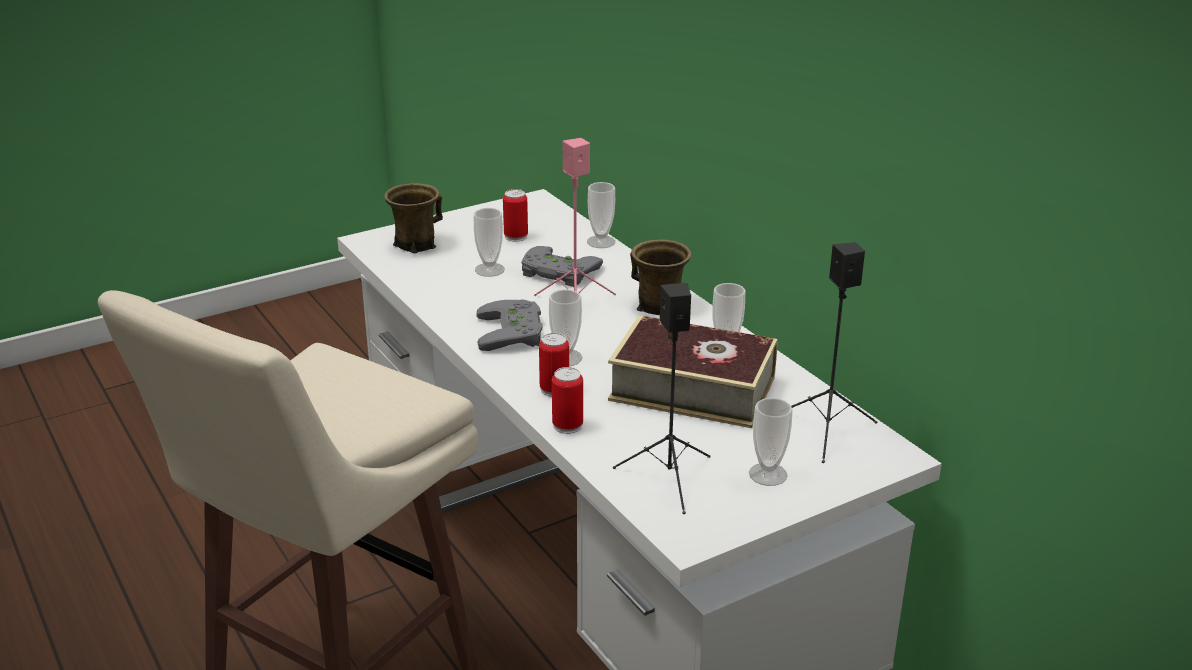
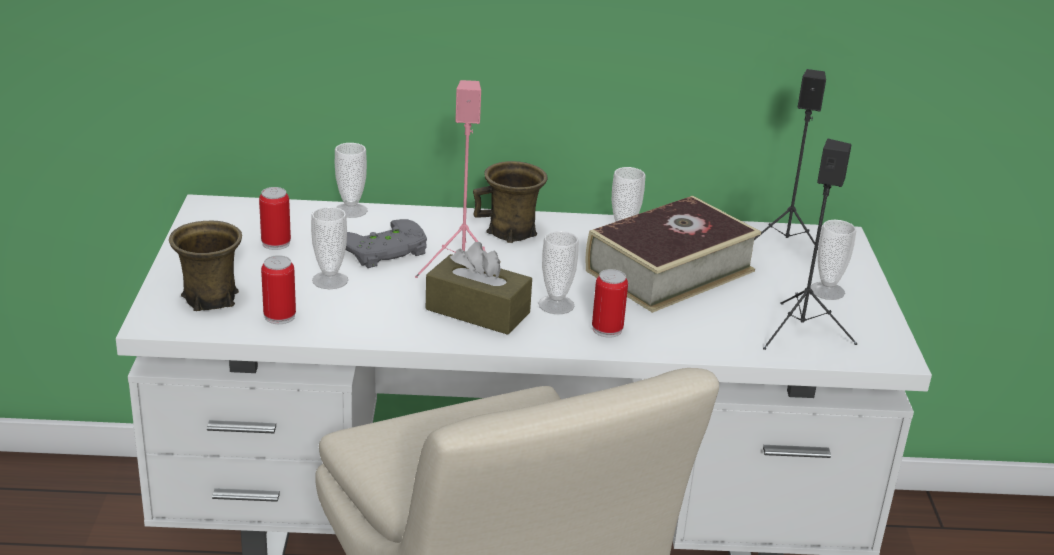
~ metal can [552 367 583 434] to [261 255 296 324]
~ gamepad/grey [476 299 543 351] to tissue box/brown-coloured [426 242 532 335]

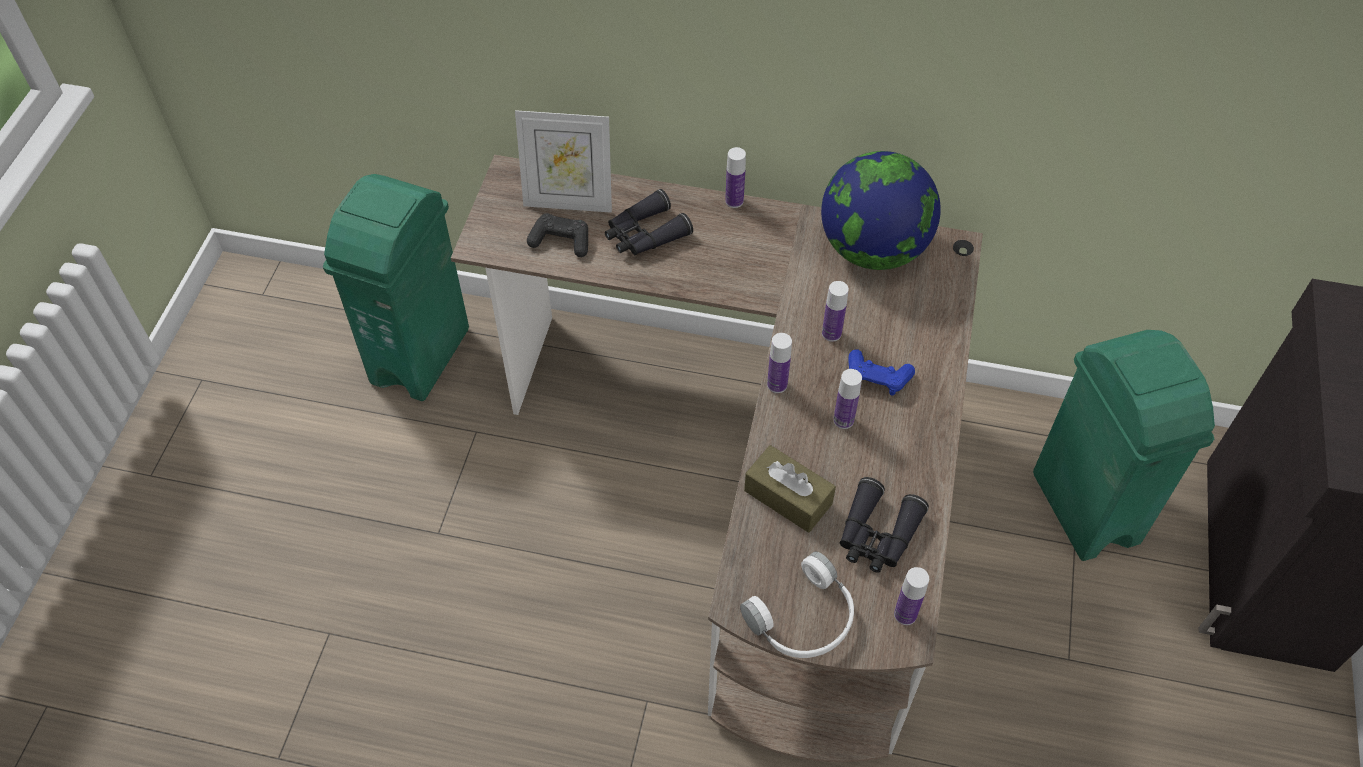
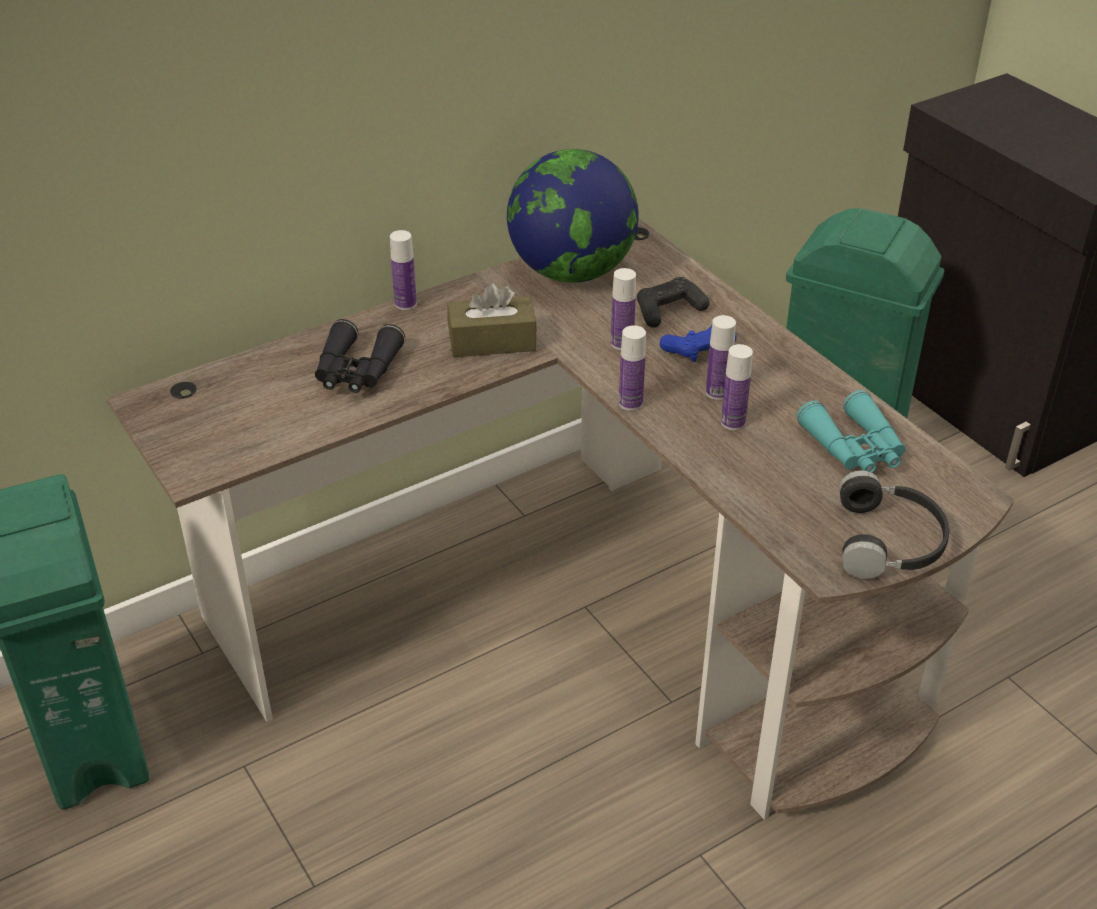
~ tissue box/brown-coloured [744 445 836 533] to [447 283 537 357]
~ gamepad/black [527 213 588 257] to [637 277 710 328]
~ bottle [894 567 929 625] to [721 344 753 430]
~ pair of binoculars/black [839 477 929 573] to pair of binoculars/turquoise-coloured [797 390 906 473]
~ pair of headphones/white [740 551 854 658] to pair of headphones/black [839 470 949 579]
- standing frame [515 110 612 213]

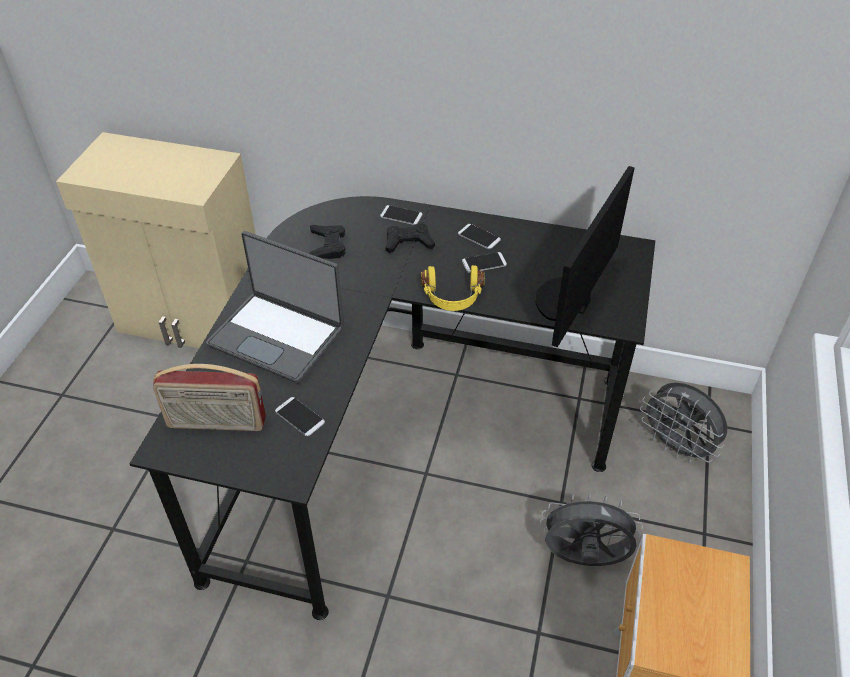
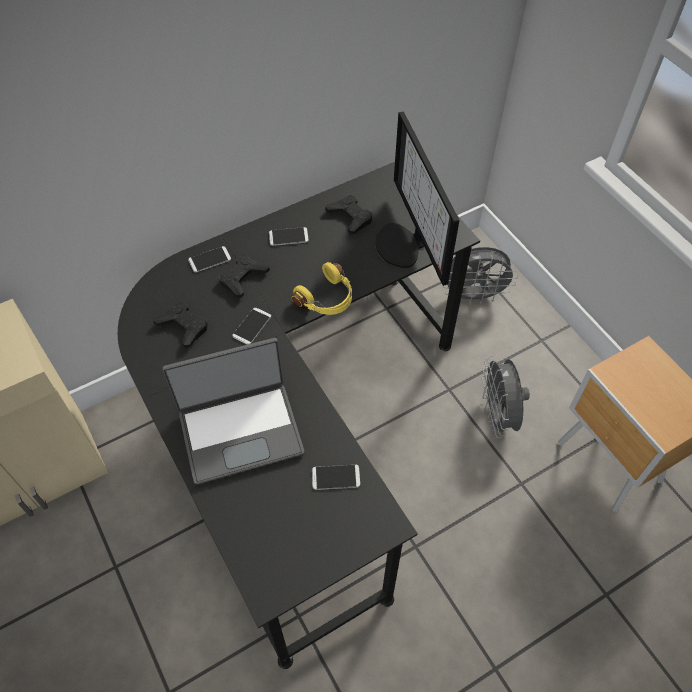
~ handset [462 252 507 273] to [232 308 271 345]
+ gamepad/black [325 195 373 234]
~ fan/grey [540 493 643 566] = [481 356 530 438] 60 degrees counterclockwise
- radio [153 364 266 431]

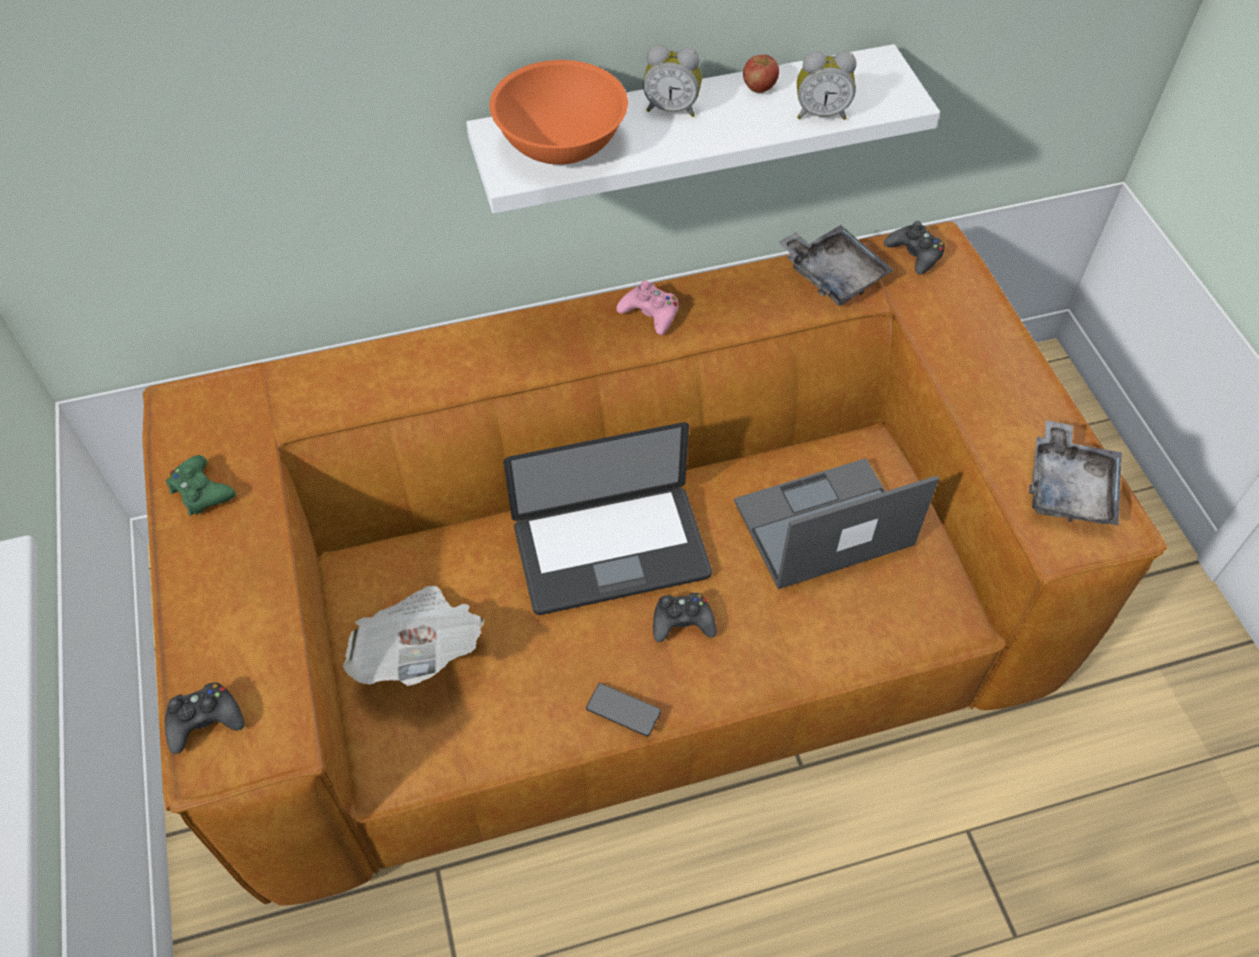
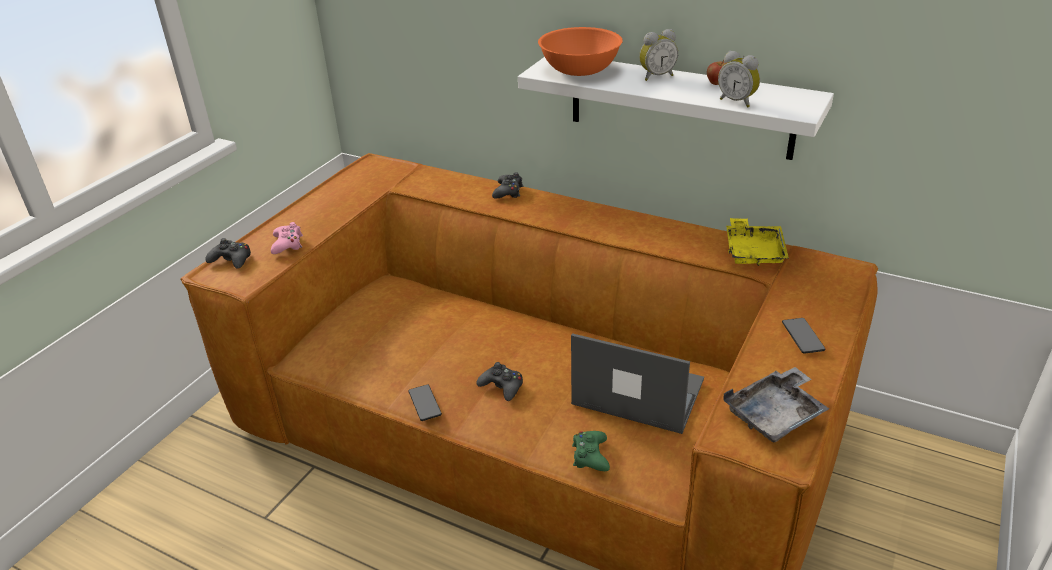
~ gamepad/pinkish [617 280 679 335] to [271 222 303 254]
~ gamepad/black [884 221 945 275] to [492 172 523 198]
~ gamepad/greenish [166 455 236 516] to [572 431 610 471]
~ alarm clock [643 45 702 117] = [639 29 678 81] 75 degrees counterclockwise
~ serving tray/grey [778 225 893 306] to serving tray/yellow-coloured [726 218 789 266]
+ handset [782 318 825 354]
- daily paper [343 586 485 686]
- laptop [504 422 712 615]

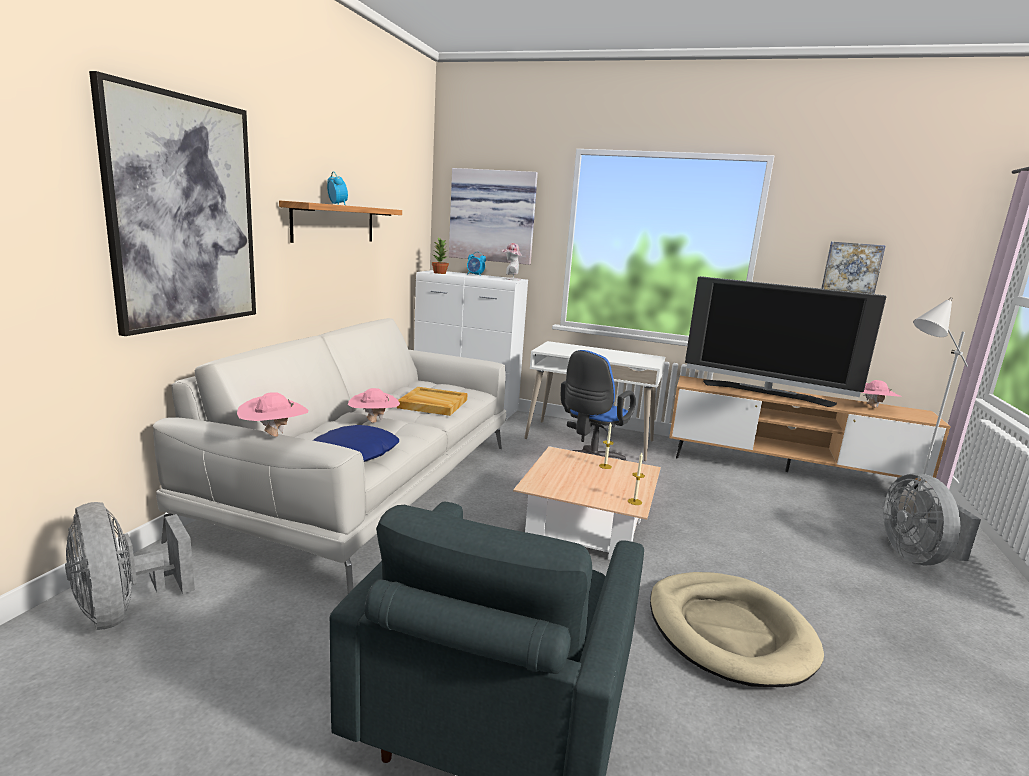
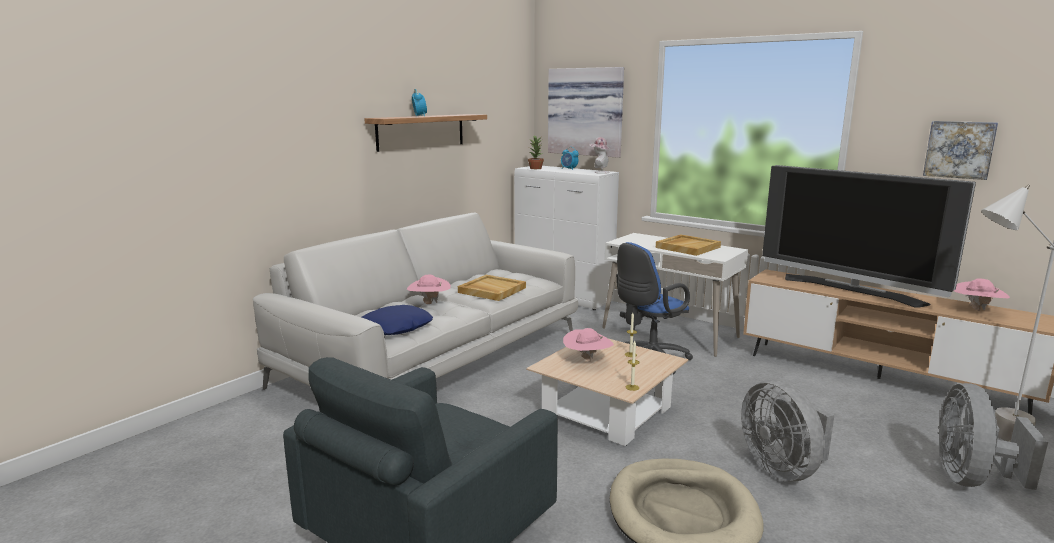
~ hat/pinkish [237 392 308 437] to [563 328 614 362]
+ serving tray/sand-coloured [656 234 721 256]
~ fan/grey [65 502 195 630] to [741 380 834 482]
- picture [89 71 256 336]

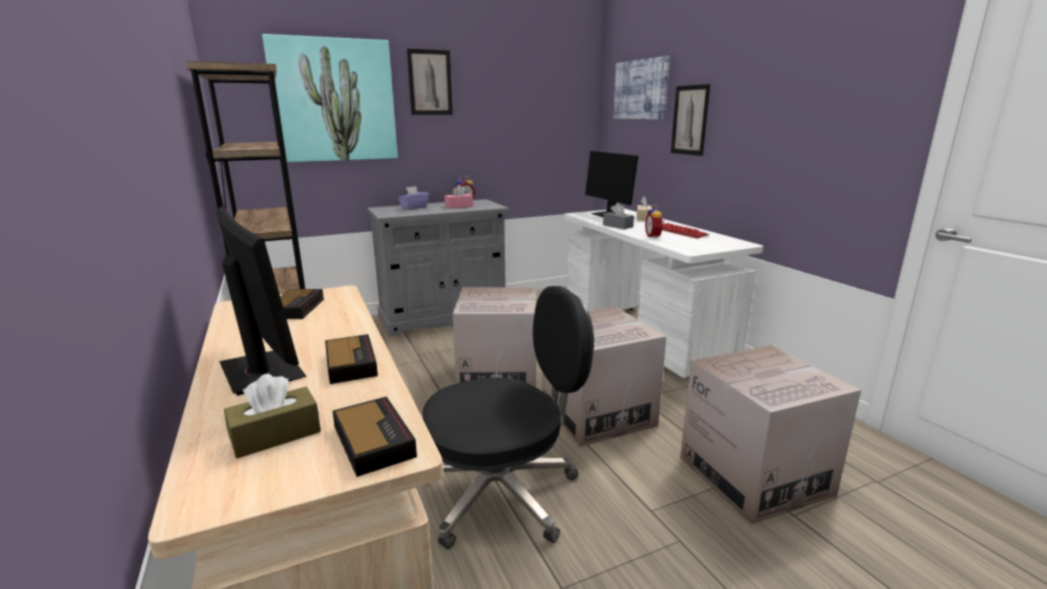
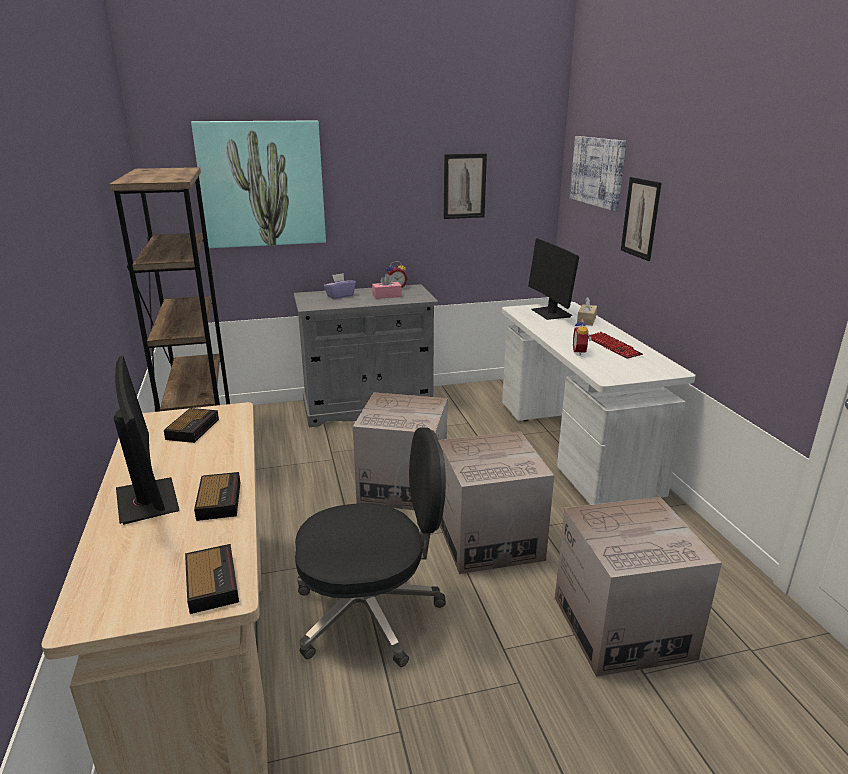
~ picture [407 48 453 115] to [444 153 487 219]
- tissue box/brown-coloured [224 374 321 458]
- tissue box/grey [603 203 634 229]

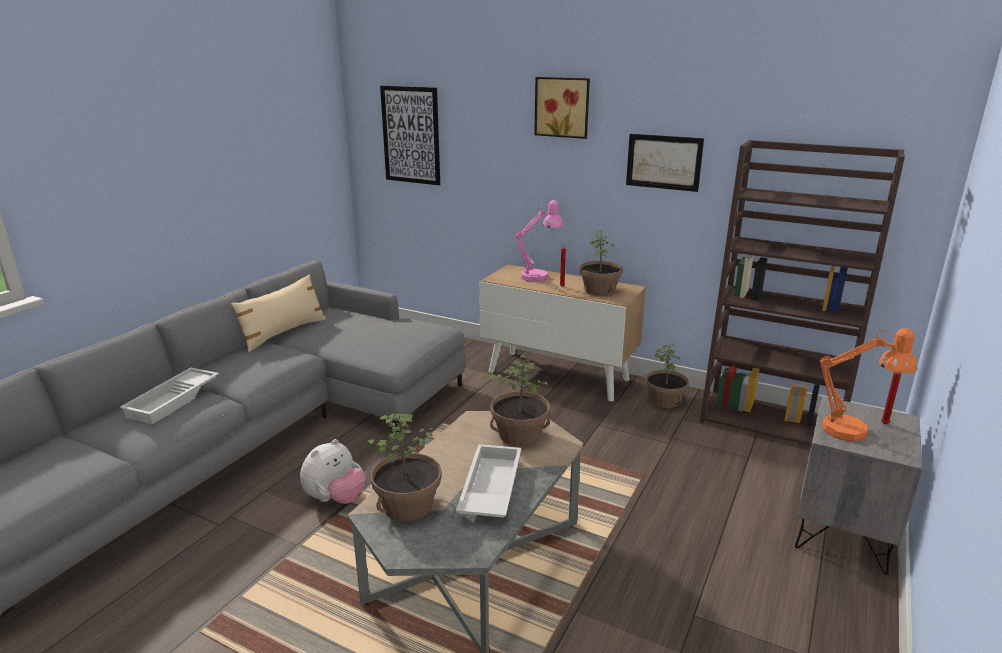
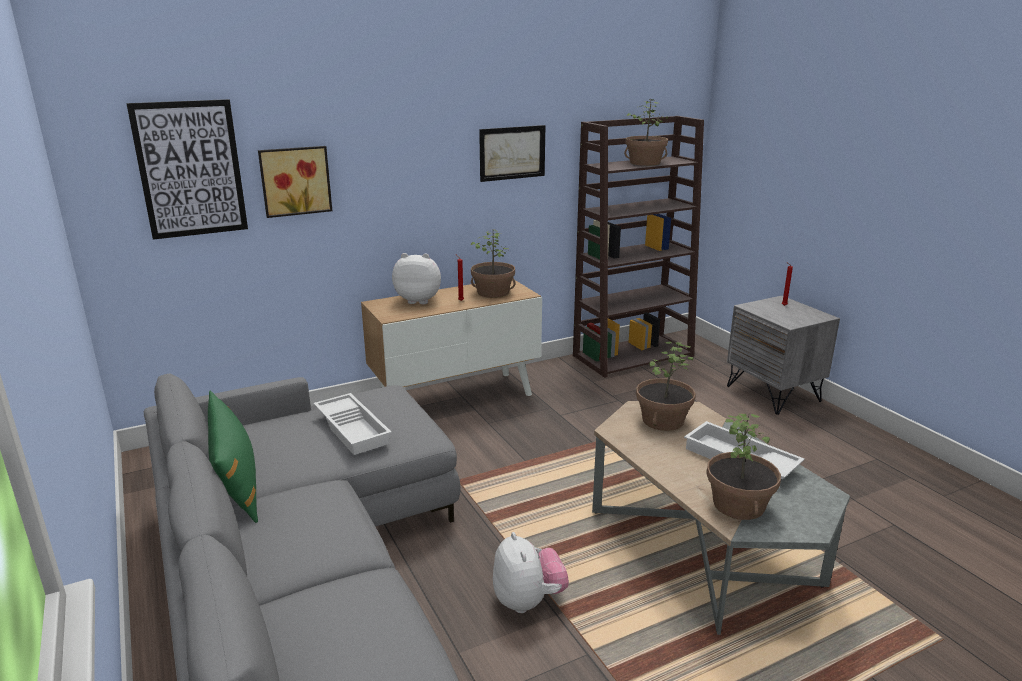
~ pillow/sand-coloured [231 274 326 352] to pillow/greenish [208 391 258 523]
~ picture [534 77 590 139] to [258 146 332 218]
~ serving tray/white [120 367 219 424] to [314 393 392 455]
~ table lamp/pinkish [515 200 564 282] to cuddly toy [392 253 441 304]
~ plant in a pot [645 344 689 408] to [624 99 668 166]
- table lamp/orangey [819 328 917 441]

